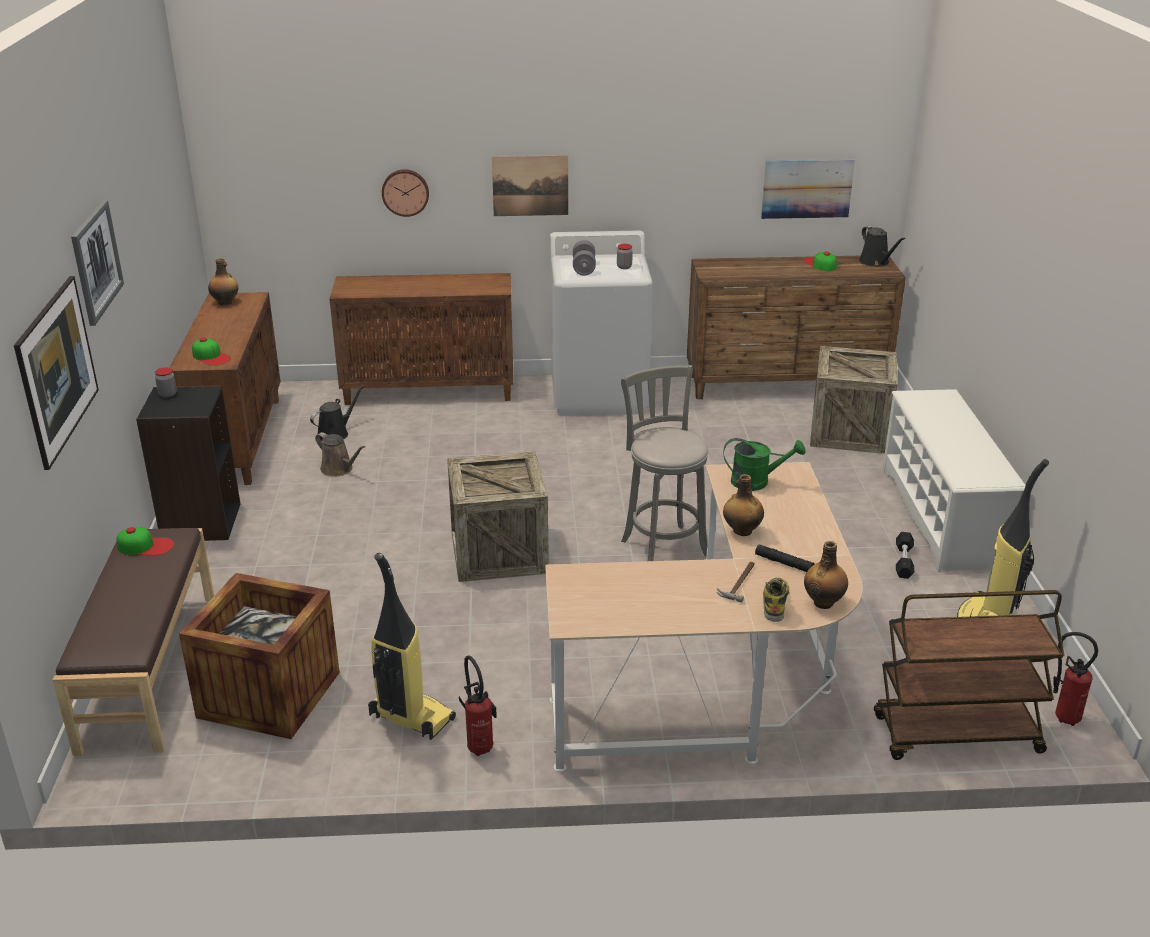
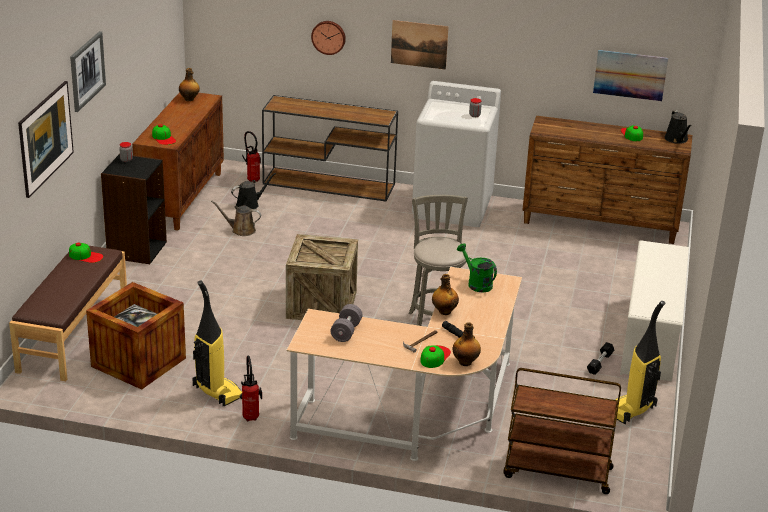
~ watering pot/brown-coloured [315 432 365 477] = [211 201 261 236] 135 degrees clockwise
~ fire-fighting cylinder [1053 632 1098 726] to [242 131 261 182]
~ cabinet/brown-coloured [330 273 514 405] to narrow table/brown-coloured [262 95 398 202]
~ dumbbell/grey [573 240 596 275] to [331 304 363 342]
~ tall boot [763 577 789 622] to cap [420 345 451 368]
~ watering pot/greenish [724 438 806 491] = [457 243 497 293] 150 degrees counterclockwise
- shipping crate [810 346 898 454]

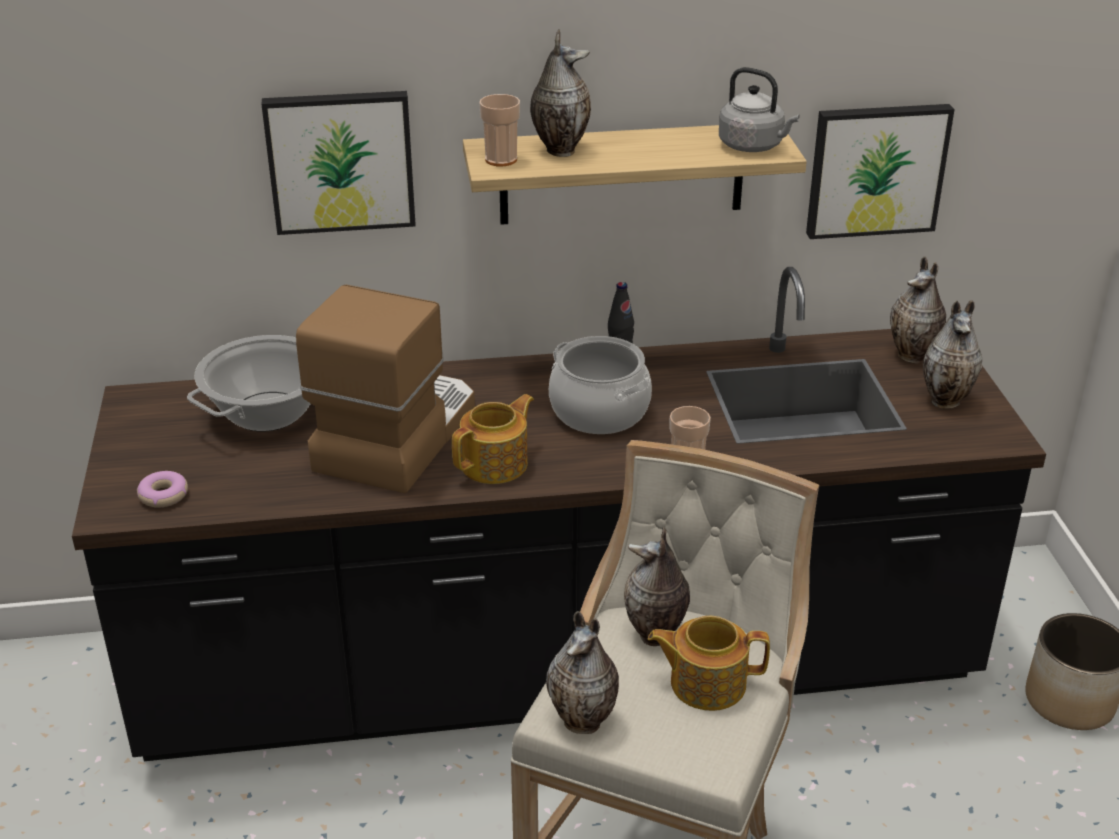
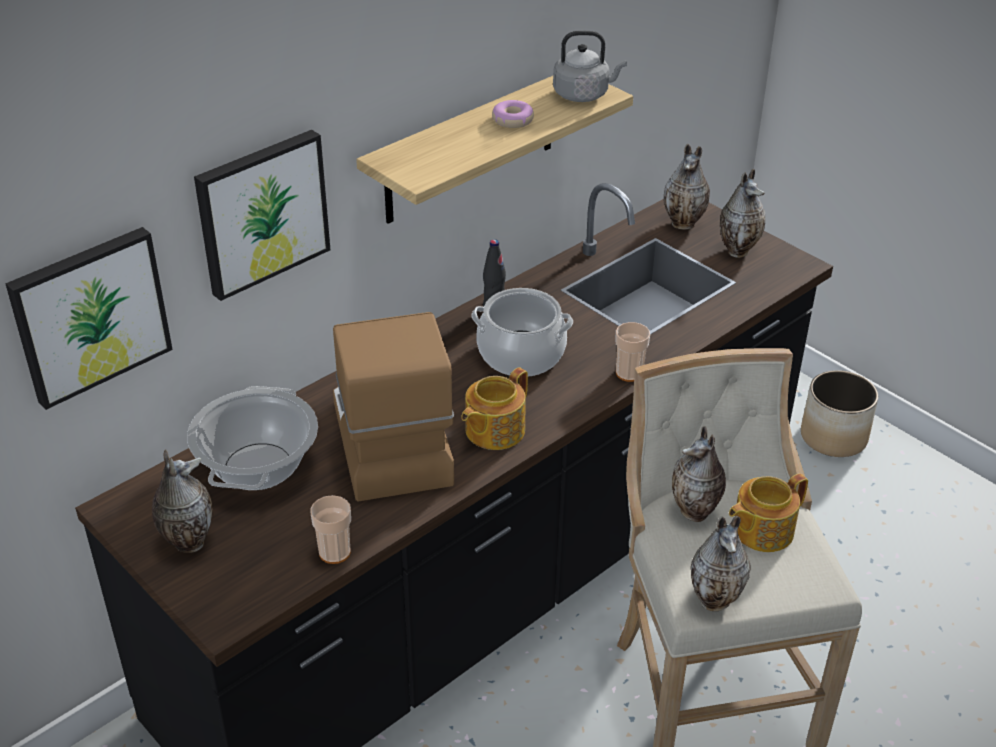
~ picture [806 104 955 239] to [5 227 173 410]
~ vase [530 30 591 157] to [152 449 213 553]
~ cup [479 94 520 166] to [310 495 351 564]
~ tea pot [452 394 534 484] = [461 367 528 450] 150 degrees counterclockwise
~ donut [137 471 188 508] to [492 100 534 128]

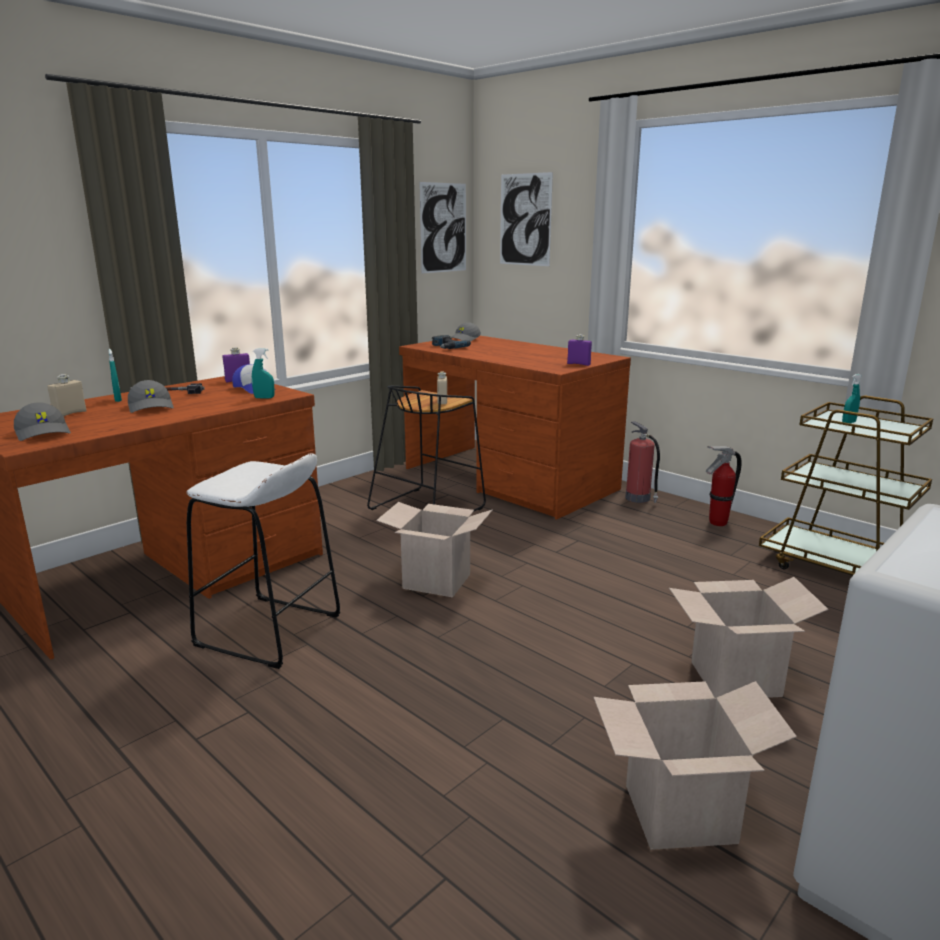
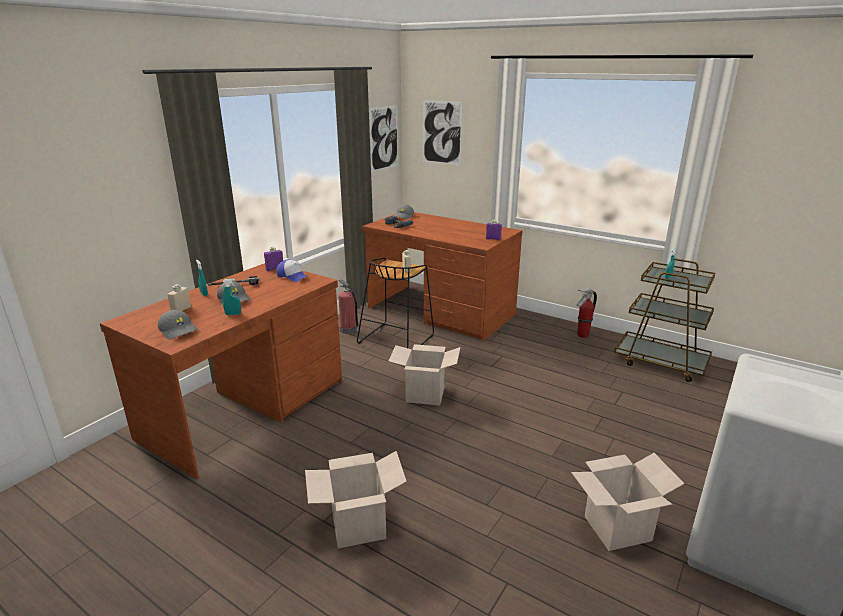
~ spray bottle/turquoise-coloured [252 348 275 399] to [222 279 241 315]
~ cardboard box [669 577 829 698] to [305 451 407 549]
~ fire-fighting cylinder [625 421 660 503] to [338 279 359 334]
- stool seat/white [186 453 340 669]

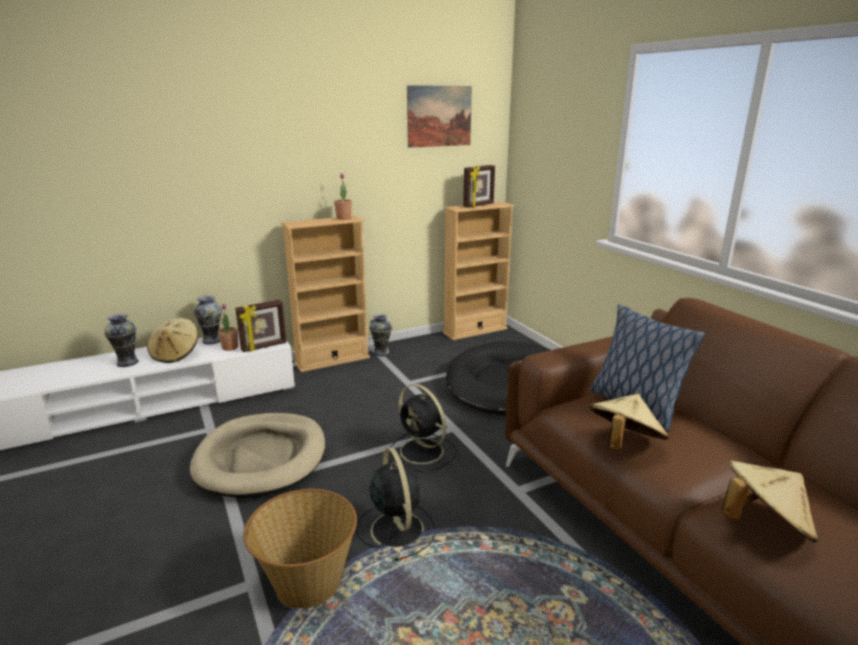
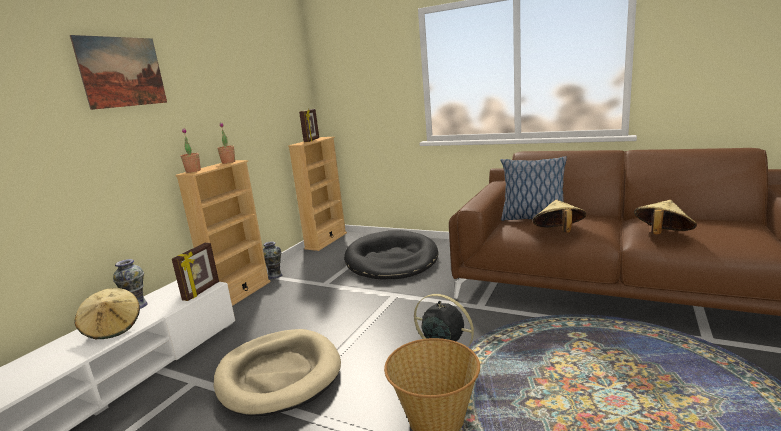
~ picture [407 85 472 148] to [70 35 167 110]
~ plant in a pot [218 304 238 351] to [181 128 201 173]
- vase [105 314 139 367]
- fan/black [390 384 457 472]

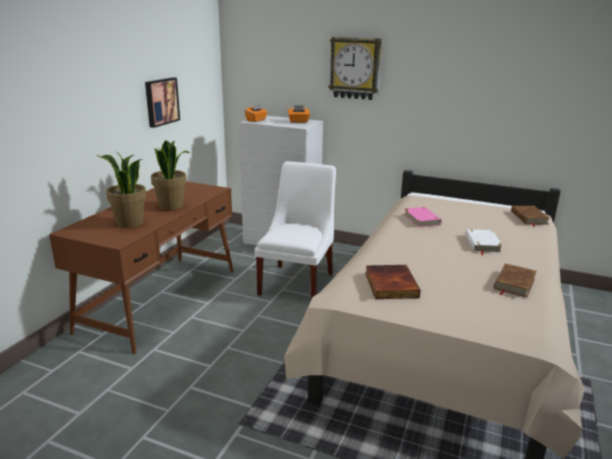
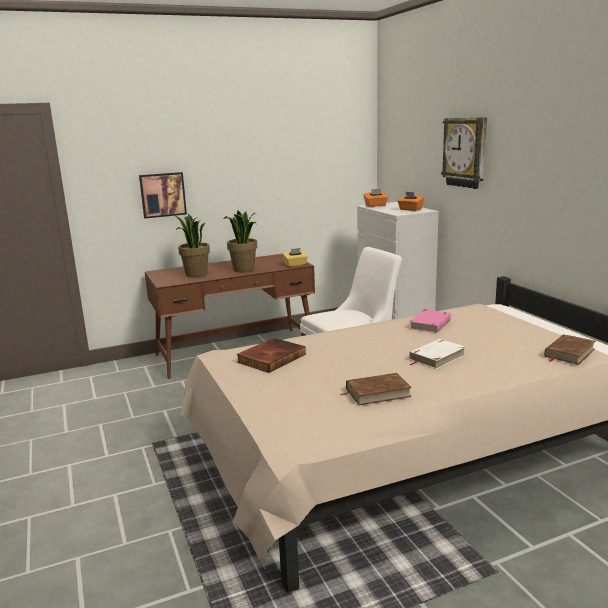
~ picture [145 77 180 128] to [139 172 187 218]
+ tissue box/yellow-coloured [282 248 308 267]

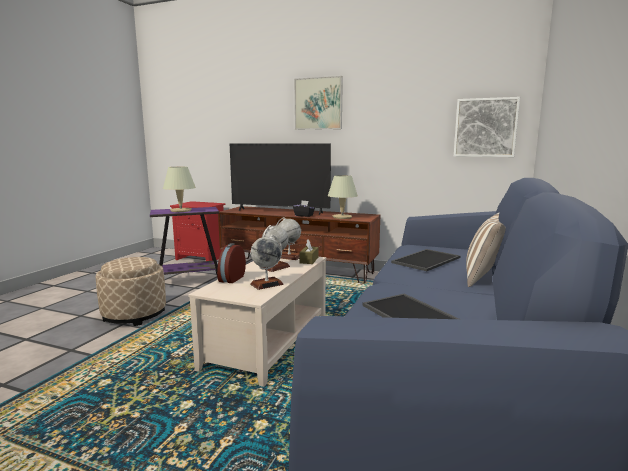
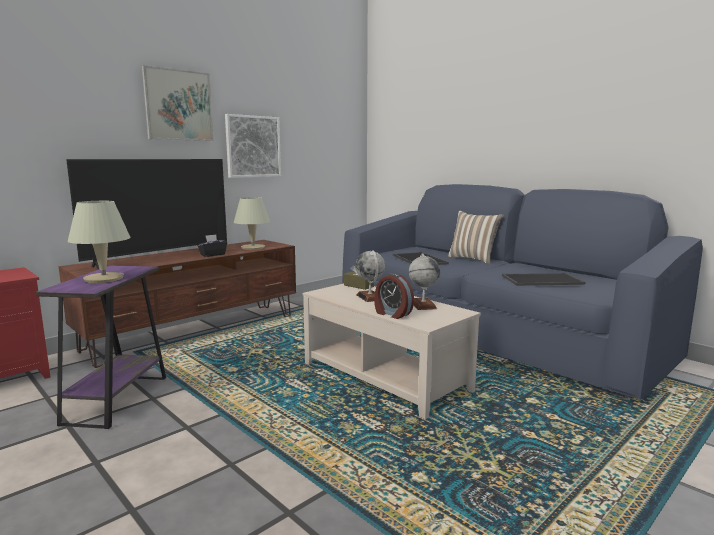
~ picture [454 97 520 157] to [225 114 281 178]
- ottoman/sand-coloured [95 257 166 326]
- globe [276 217 301 260]

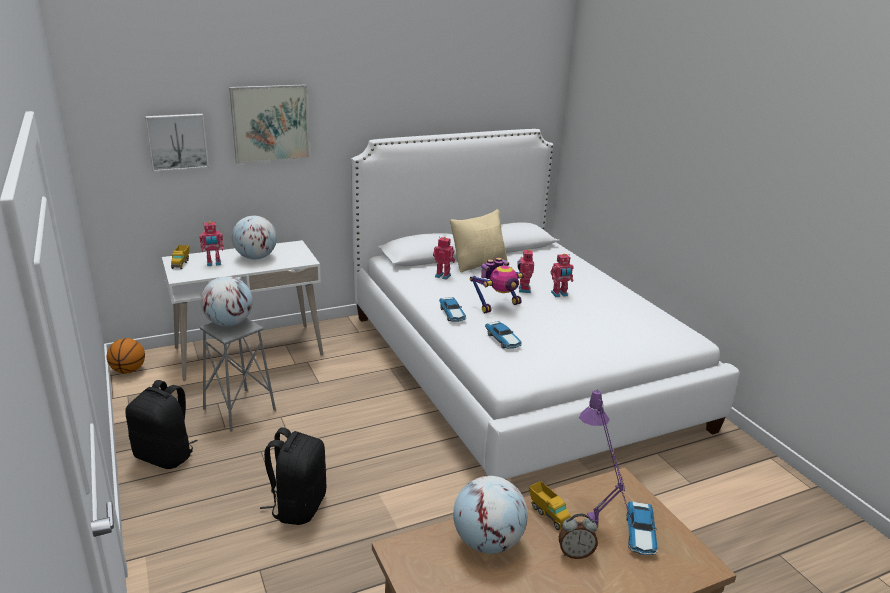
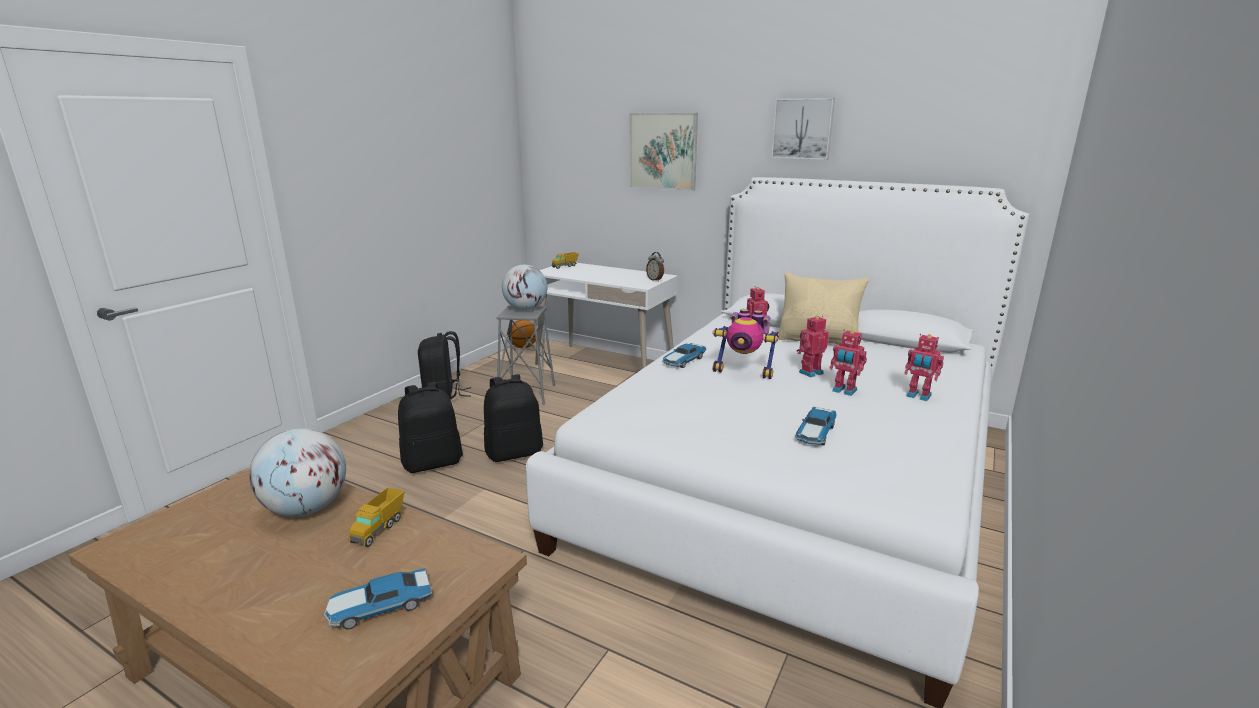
+ backpack/black [484 374 543 462]
~ alarm clock [559 513 598 559] to [646 252 664 282]
~ picture [145 114 209 172] to [771 98 835 160]
~ model car [485 321 522 349] to [795 407 837 445]
~ toy robot [199 221 224 266] to [905 334 944 401]
- globe [232 216 277 259]
- table lamp/purple-coloured [579 390 633 527]

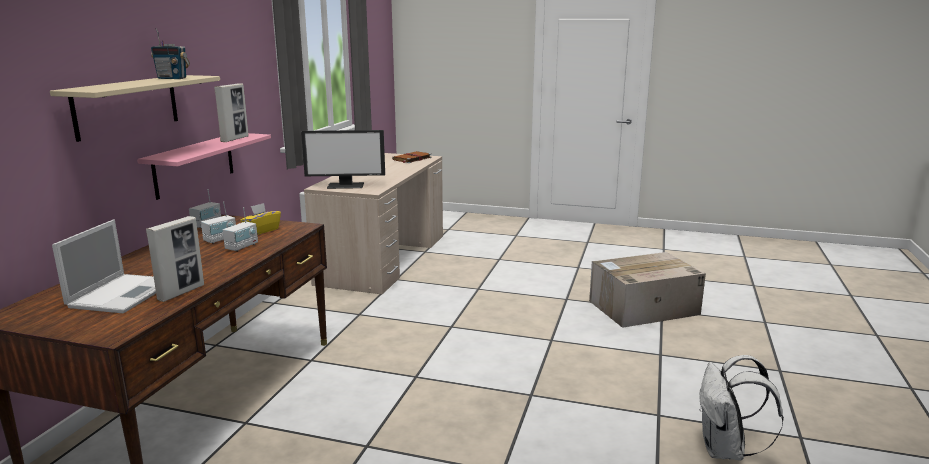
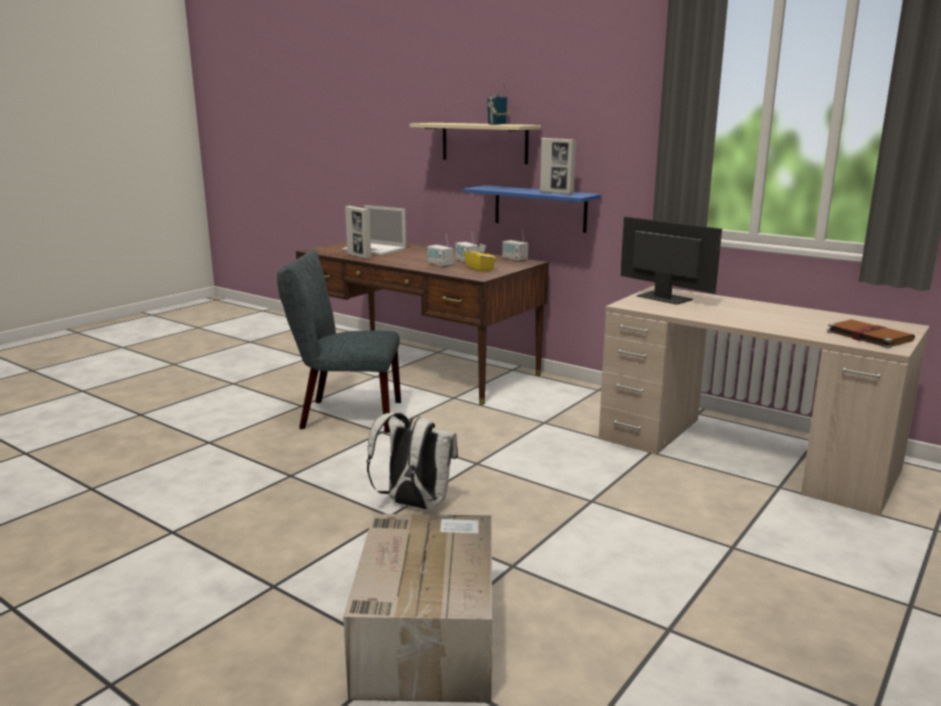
+ upright chair/grey [277 250 401 433]
~ backpack/white [699 355 784 461] to [367 412 458 510]
~ wall shelf/pinkish [137 133 271 200] to wall shelf/blue [463 185 601 233]
~ computer display [301 130 385 189] = [620 217 722 305] 120 degrees clockwise

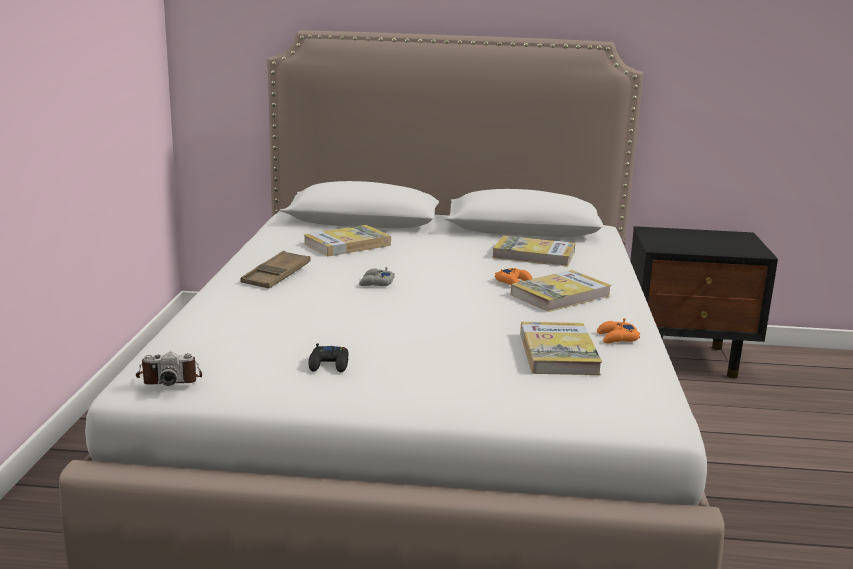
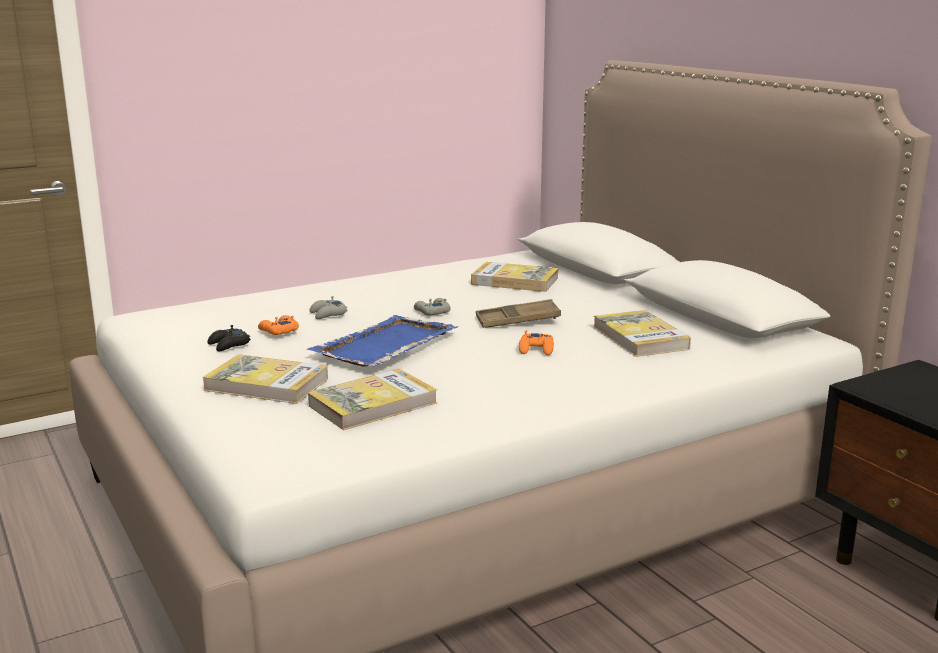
~ book [511 270 612 312] to [202 354 328 404]
~ gamepad/orangey [597 318 640 343] to [258 315 299 335]
+ serving tray/blue [307 315 459 367]
+ gamepad/grey [309 296 347 319]
~ serving tray/brown-coloured [241 251 311 289] to [476 299 561 328]
- photo camera [136 352 202 386]

